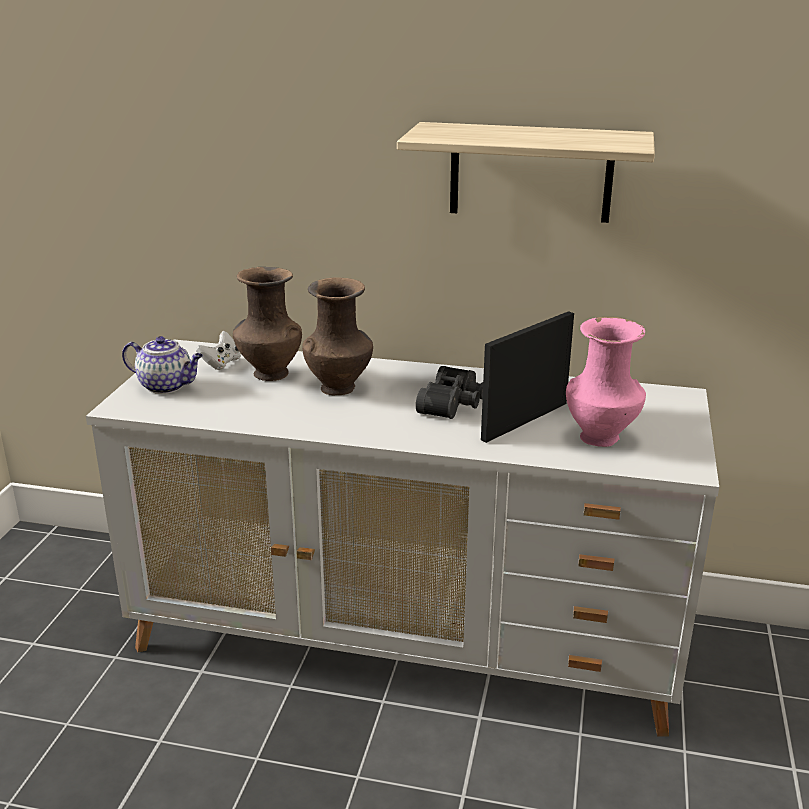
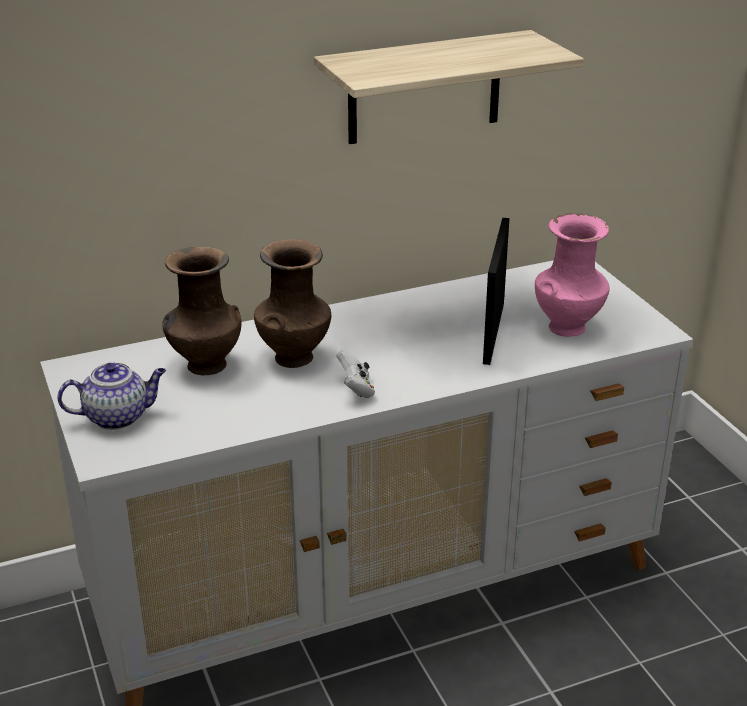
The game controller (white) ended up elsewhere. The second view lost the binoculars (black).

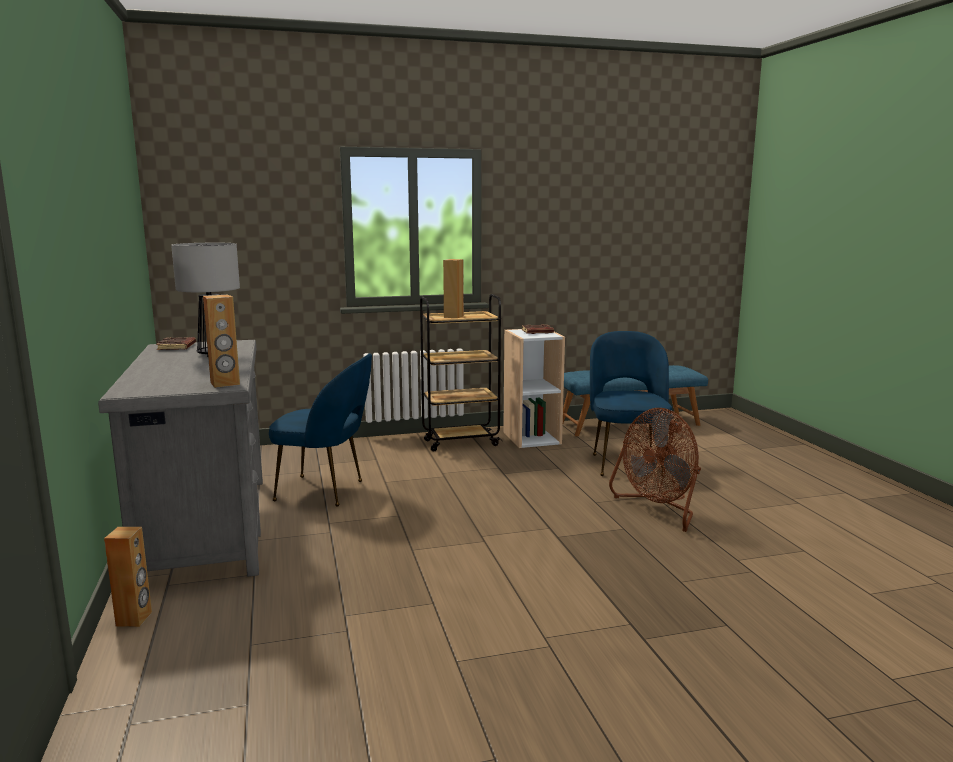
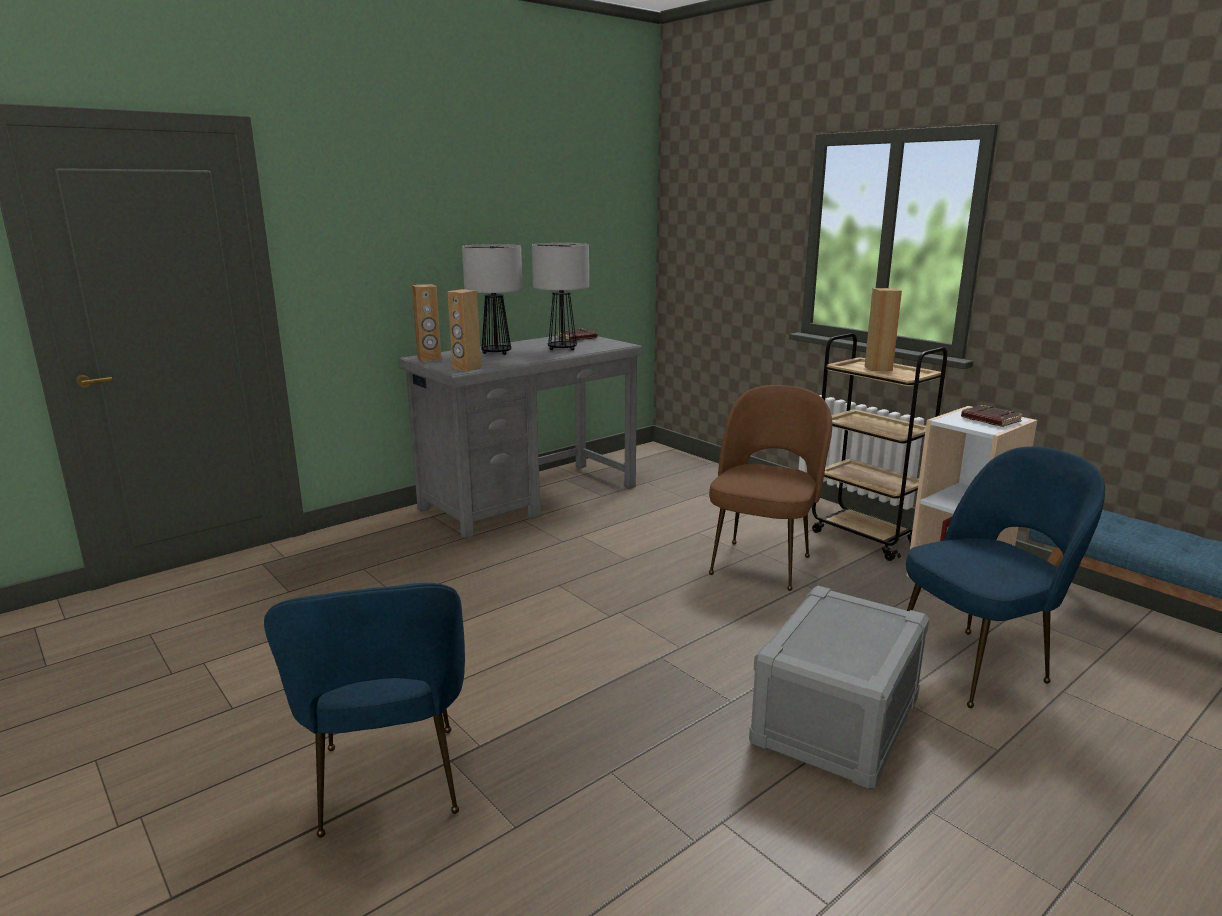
The chair (blue) (1st from left) ended up elsewhere. Where the fan (brown) stood, the storage box (grey) came to stand. The speaker (brown) (1st from left) ended up elsewhere. The second view gained the table lamp (1st from left). The second view gained the chair (brown).

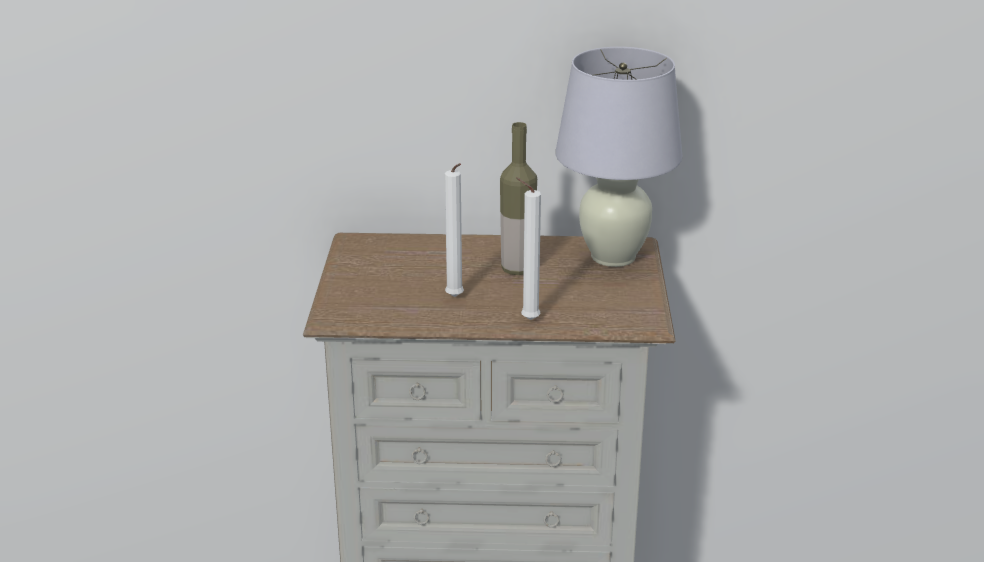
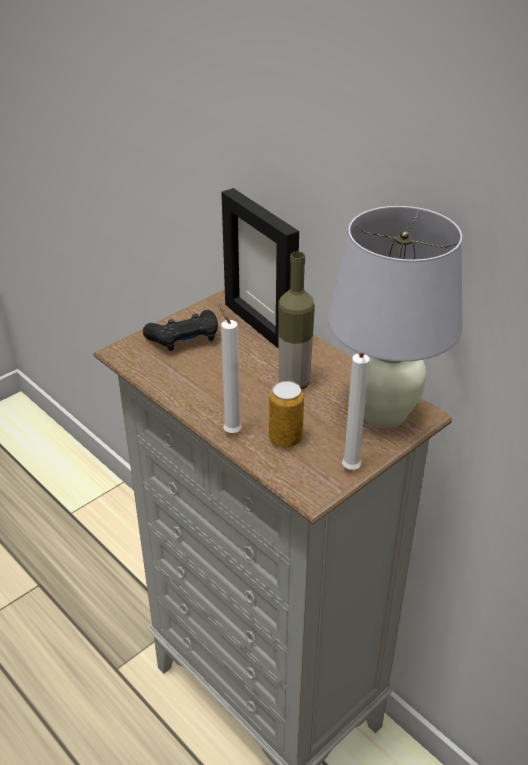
The candle (white) (1st from left in the first image) ended up elsewhere. The second view gained the picture frame. The second view gained the game controller (black). The second view gained the can.

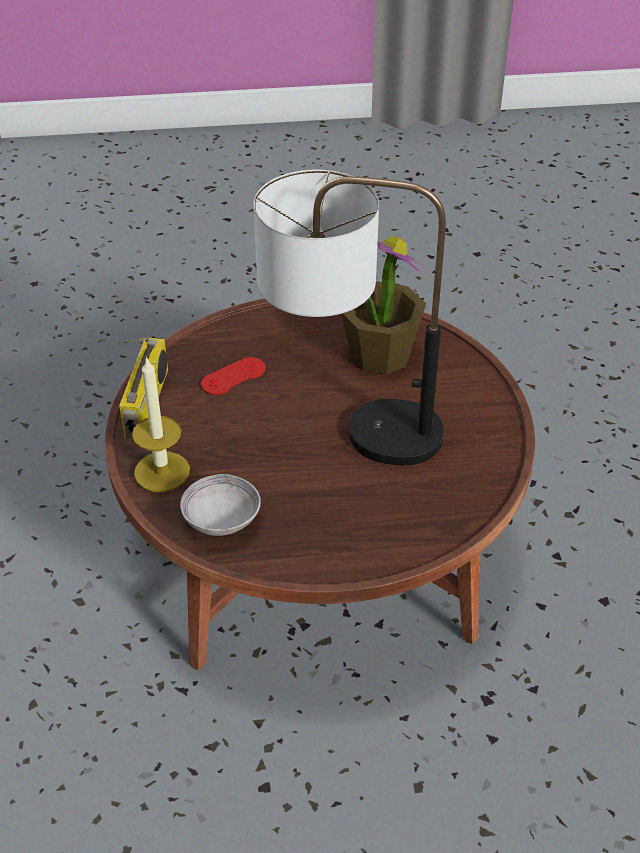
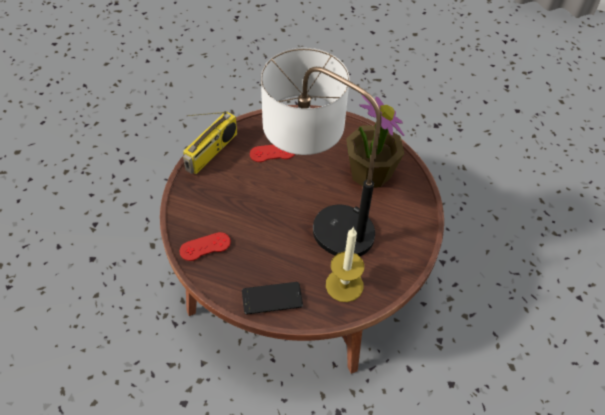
The candle ended up elsewhere. Where the bowl (grey) stood, the game controller (red) (1st from left) came to stand. The second view gained the phone.

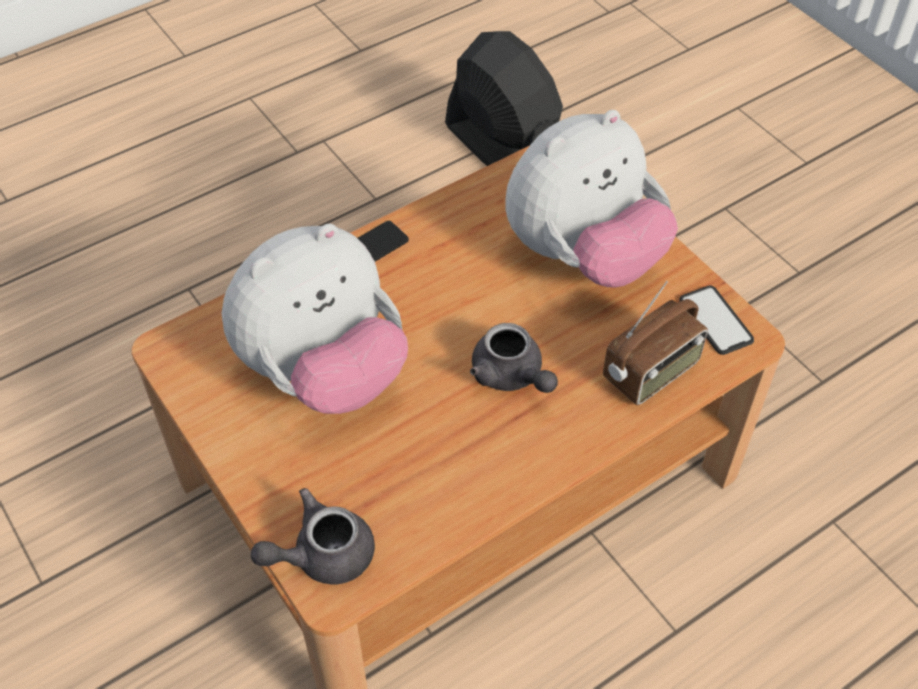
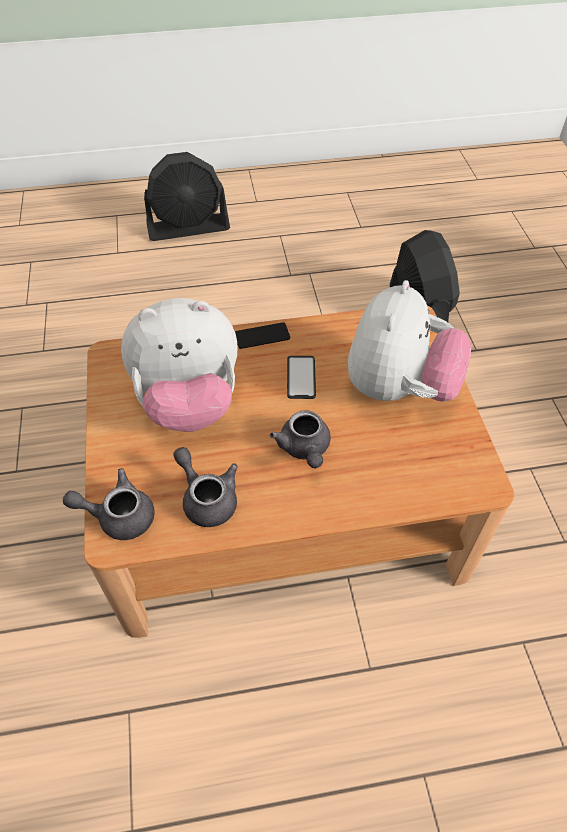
The plush toy (2nd from left) ended up facing another way, 60 degrees counterclockwise from before. The second view lost the radio. The phone (2nd from left) ended up elsewhere. The second view gained the fan (black) (1st from left). The second view gained the teapot (grey) (2nd from left).

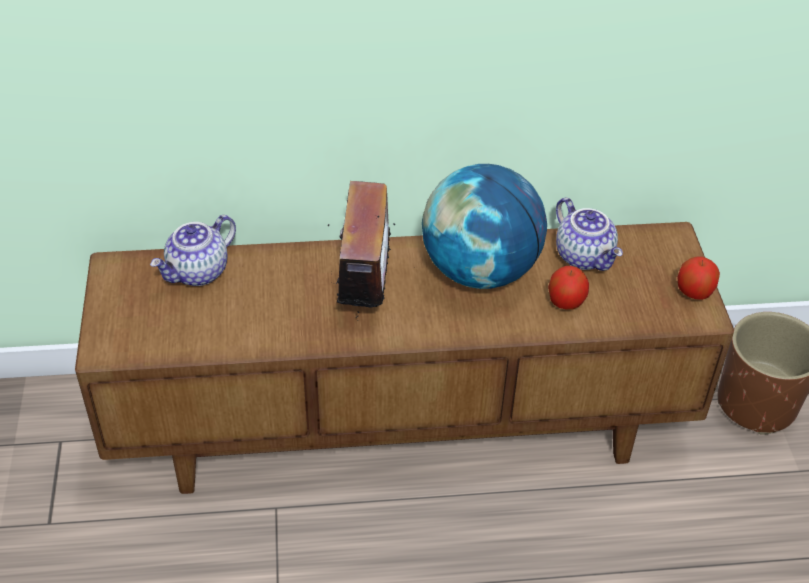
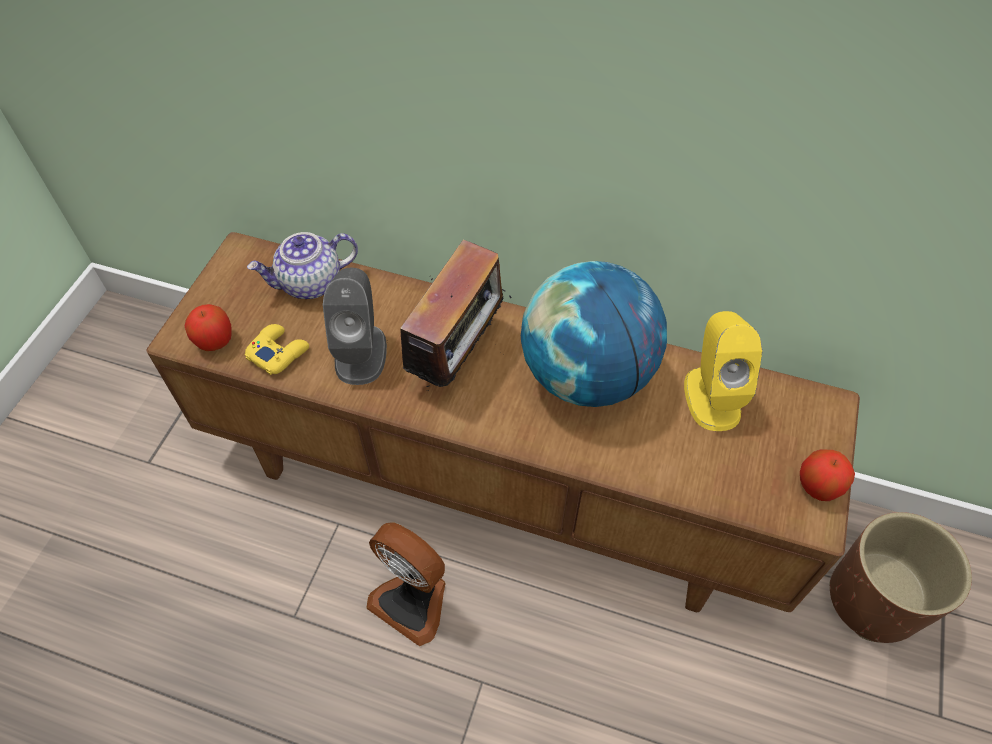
Where the teapot (2nd from left) stood, the speaker (yellow) came to stand. The apple (1st from left) ended up elsewhere. The second view gained the speaker (grey). The second view gained the game controller (yellow). The second view gained the fan.

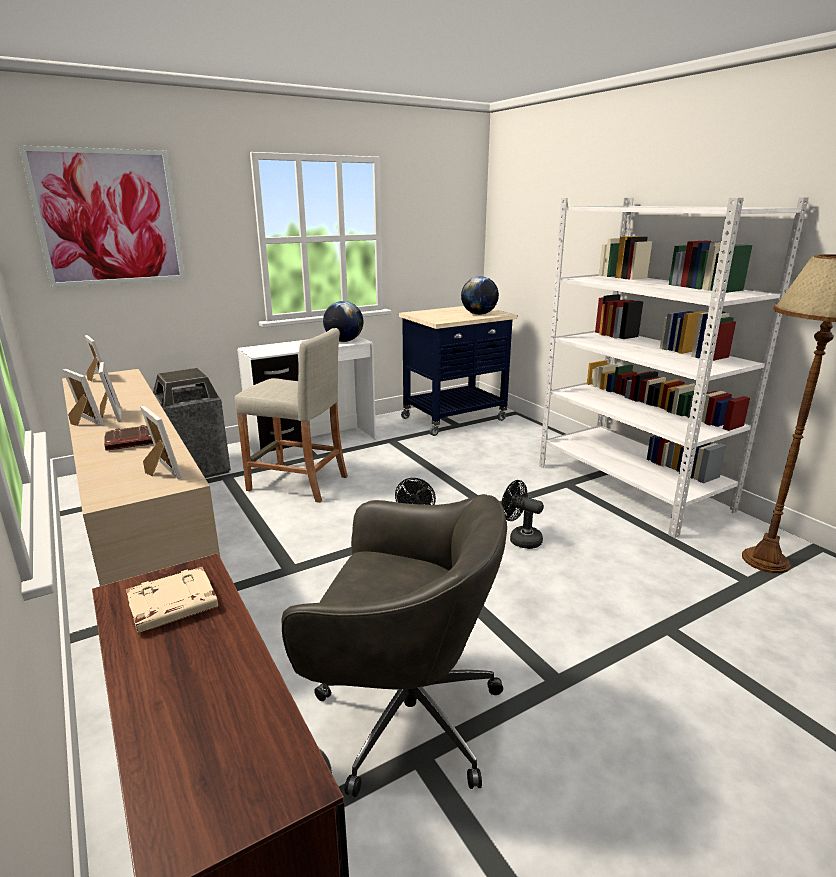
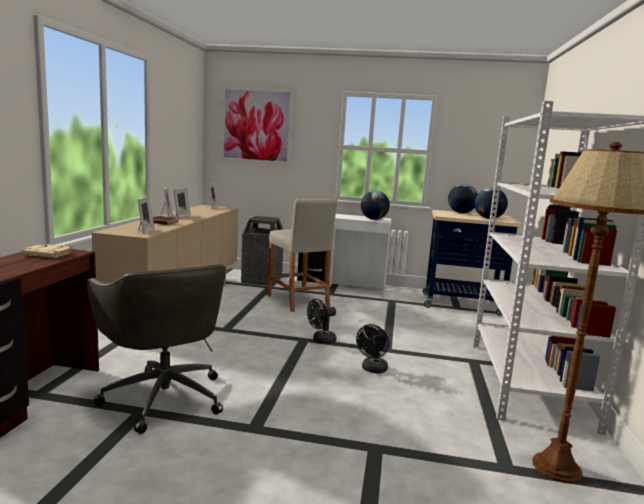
The fan (black) (2nd from left) ended up facing another way, 135 degrees counterclockwise from before. The second view gained the globe (2nd from left).

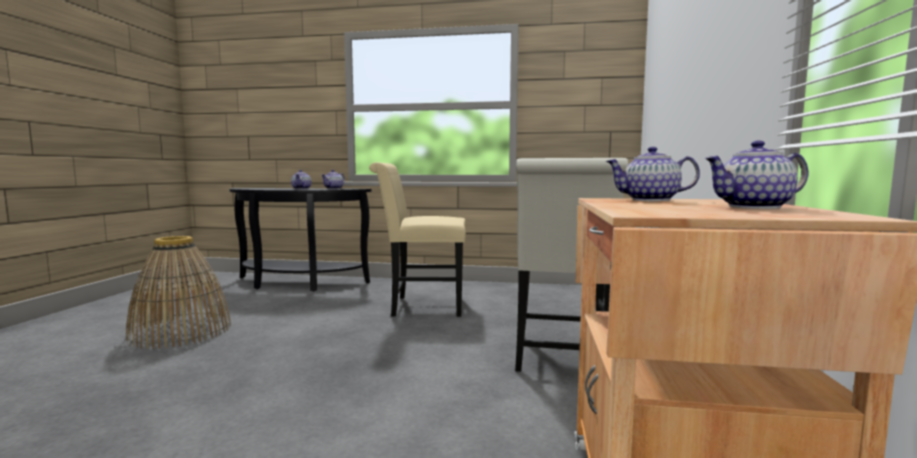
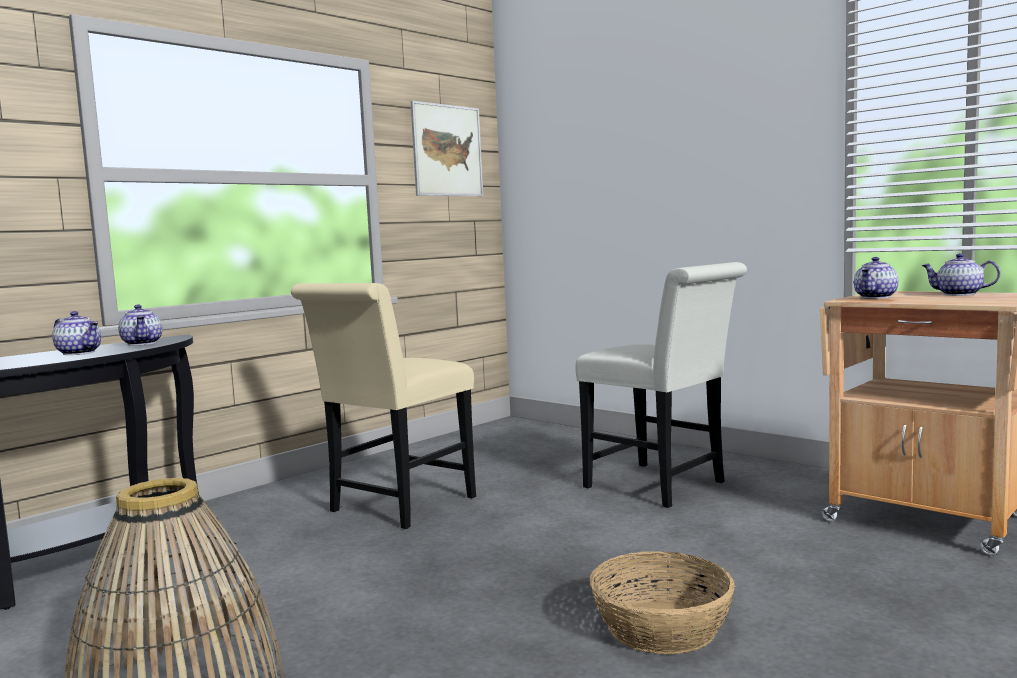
The teapot (4th from left) ended up facing another way, 90 degrees clockwise from before. The second view gained the picture. The second view gained the basket (2nd from left).

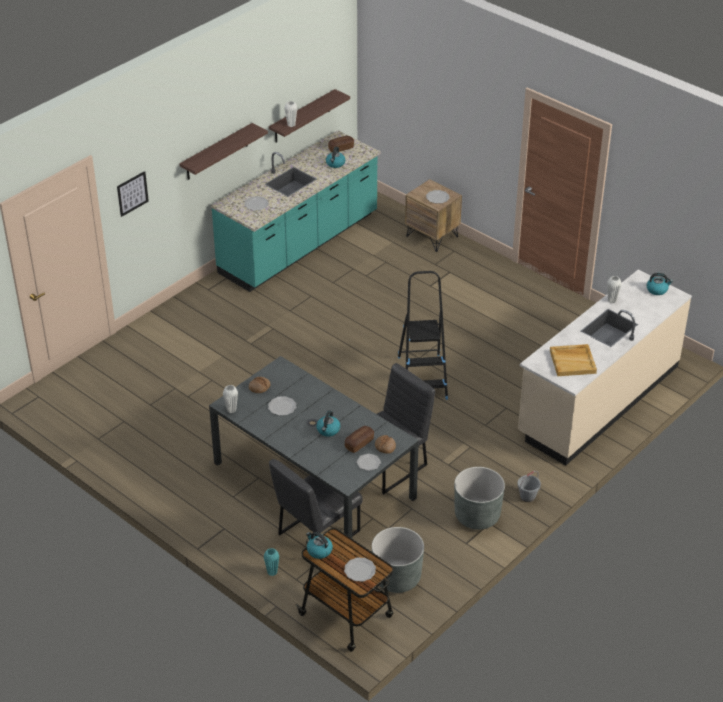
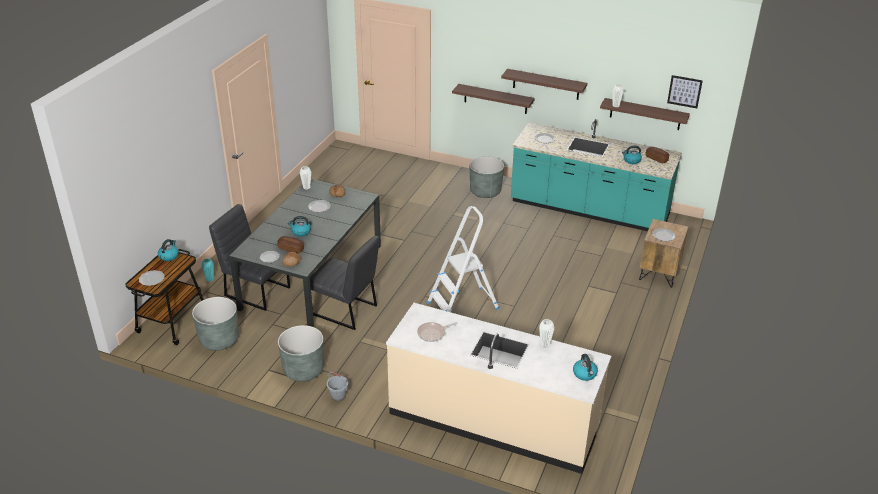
The picture ended up elsewhere. What was the step ladder (black) turned into the step ladder (white). Where the tray (beige) stood, the frying pan came to stand. The second view gained the shelf (1st from left). The second view gained the planter (grey) (3rd from left).

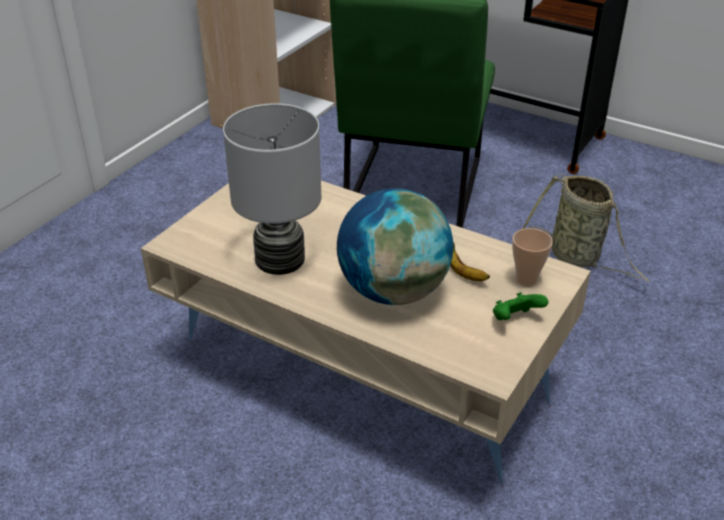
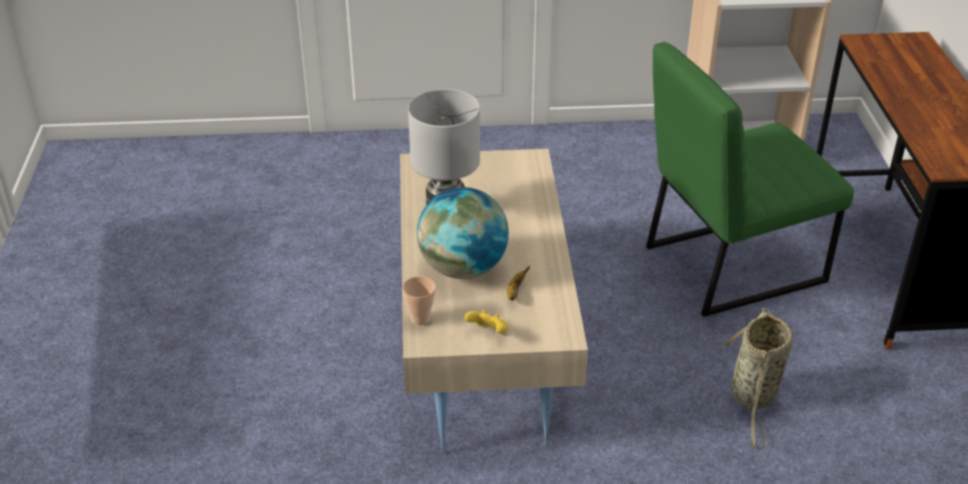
The cup ended up elsewhere. What was the game controller (green) turned into the game controller (yellow).

